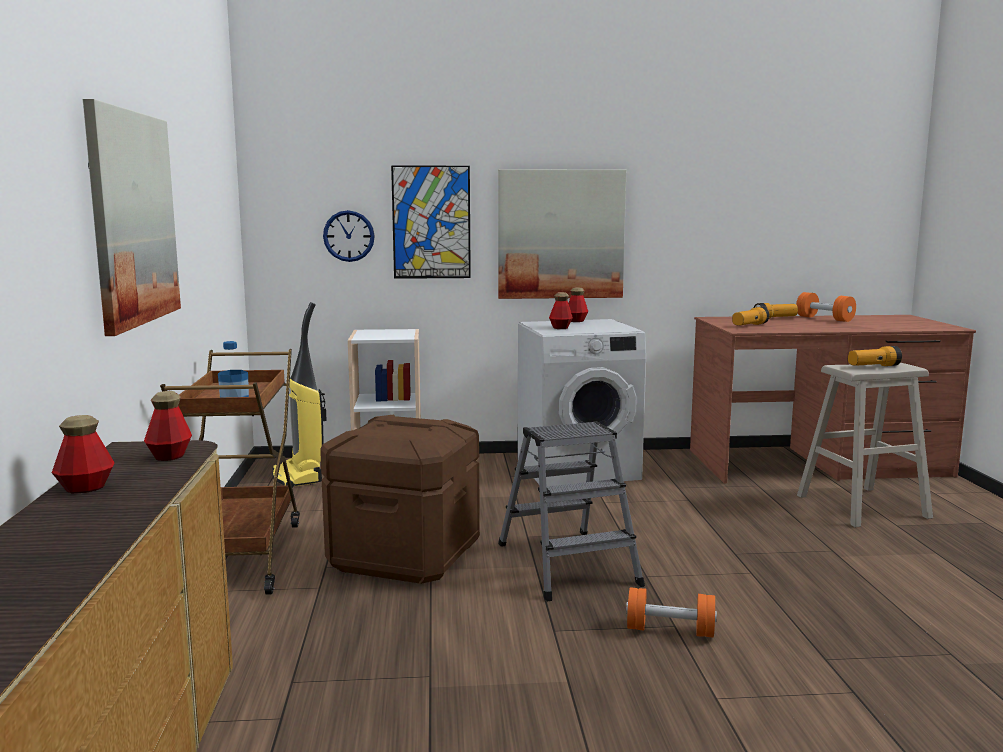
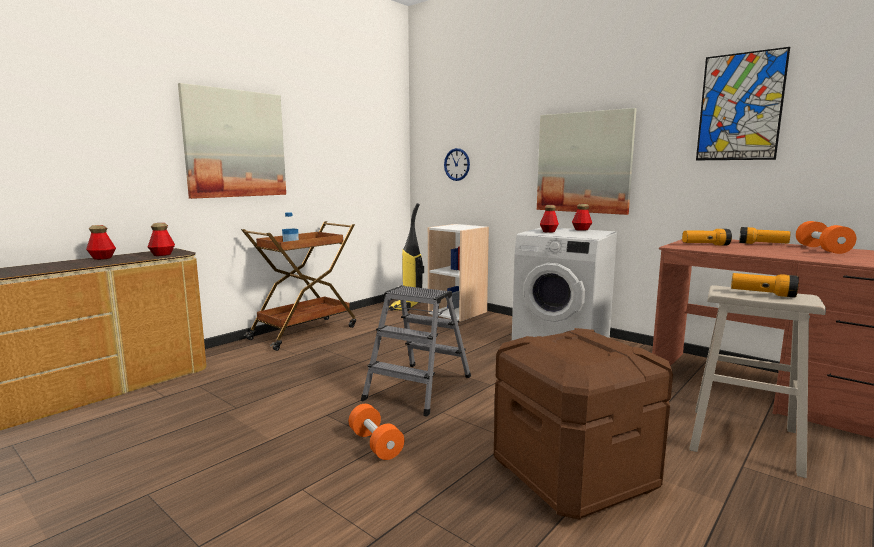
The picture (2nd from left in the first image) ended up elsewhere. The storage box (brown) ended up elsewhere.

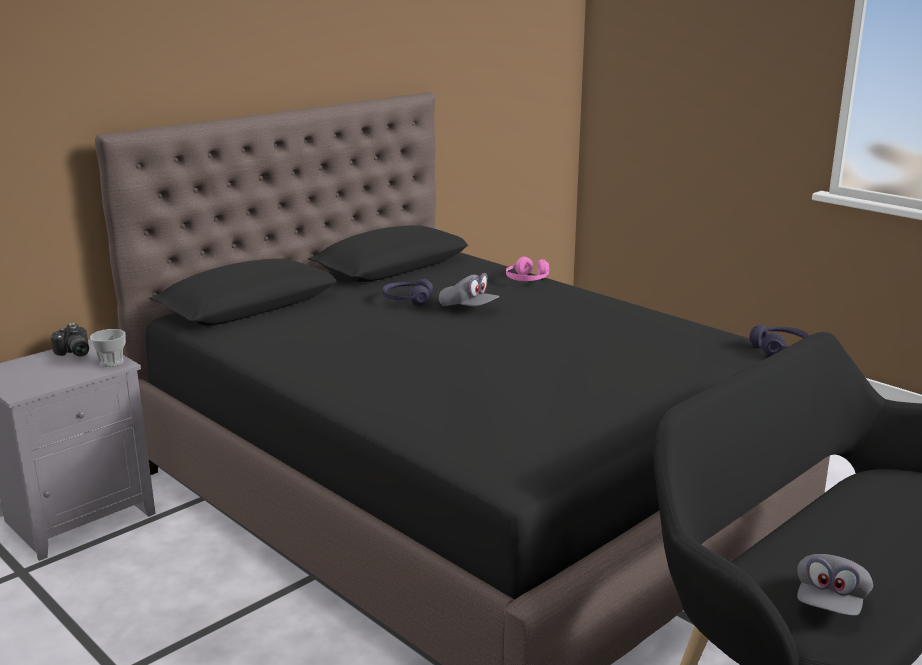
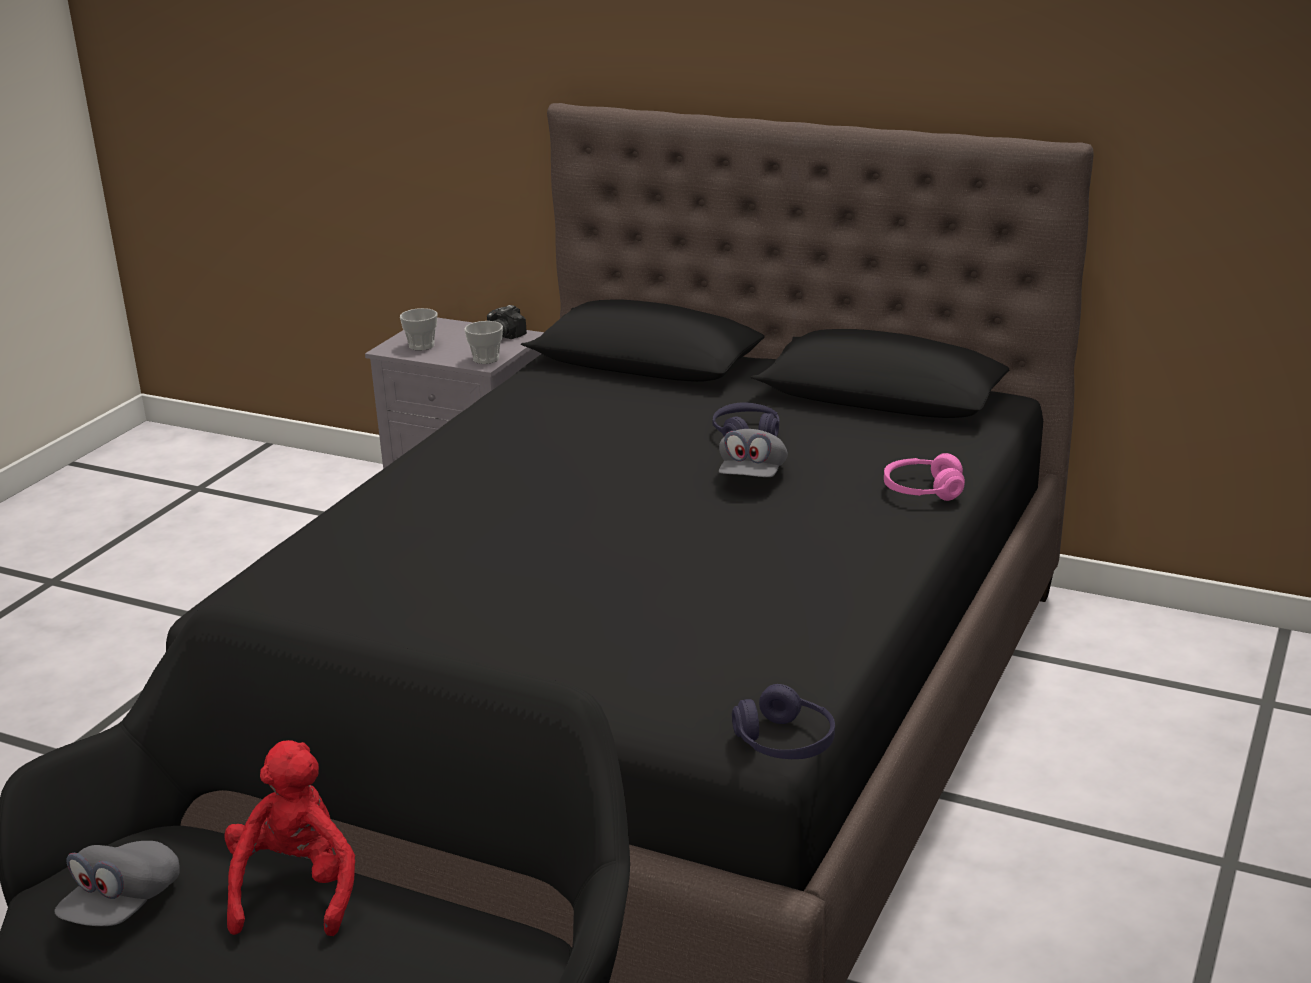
The cap (grey) (2nd from left in the first image) ended up facing another way, 75 degrees counterclockwise from before. The second view gained the cup (1st from left). The second view gained the plush toy (red).

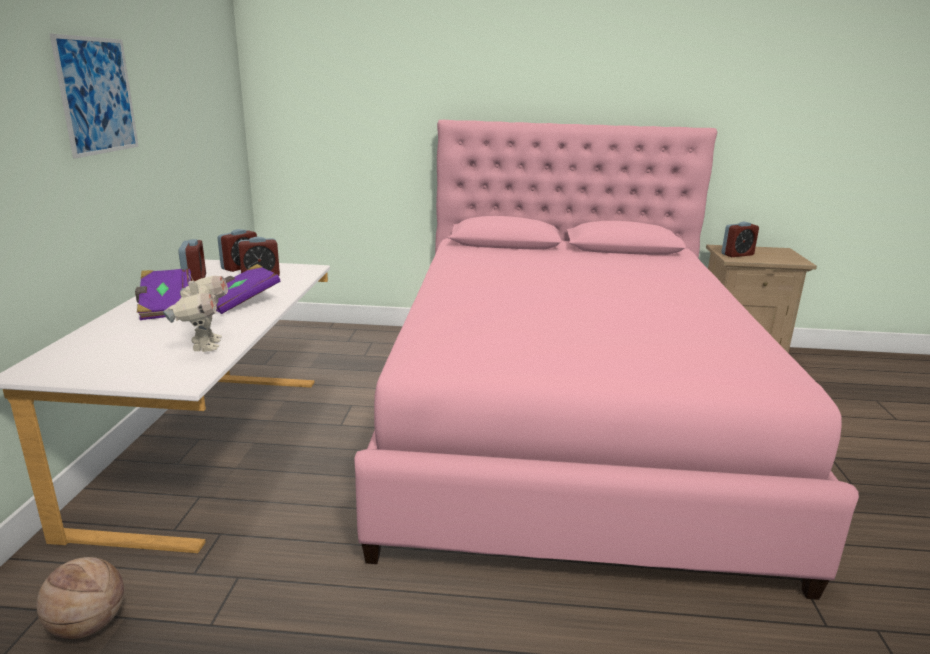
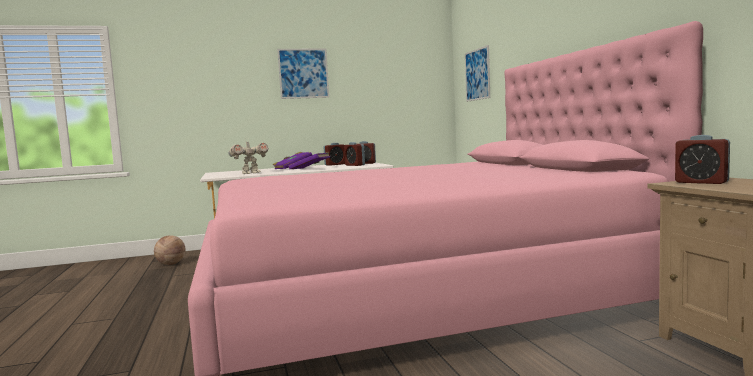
The second view gained the picture (2nd from left).

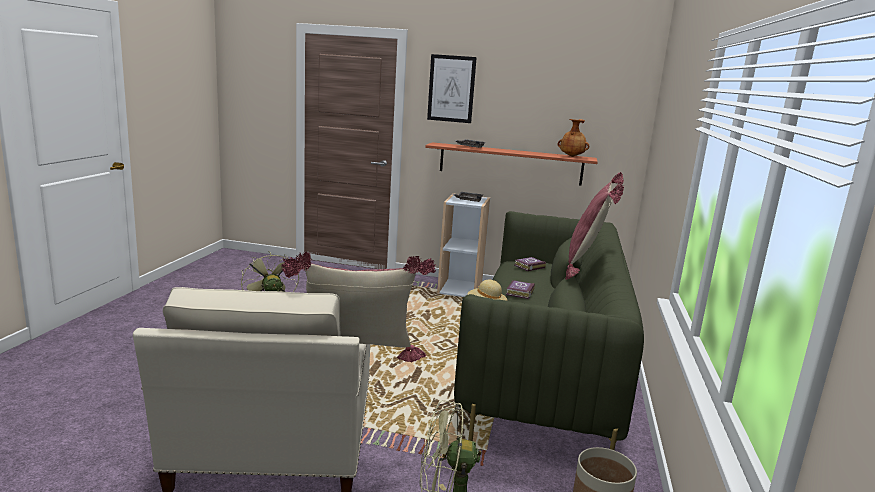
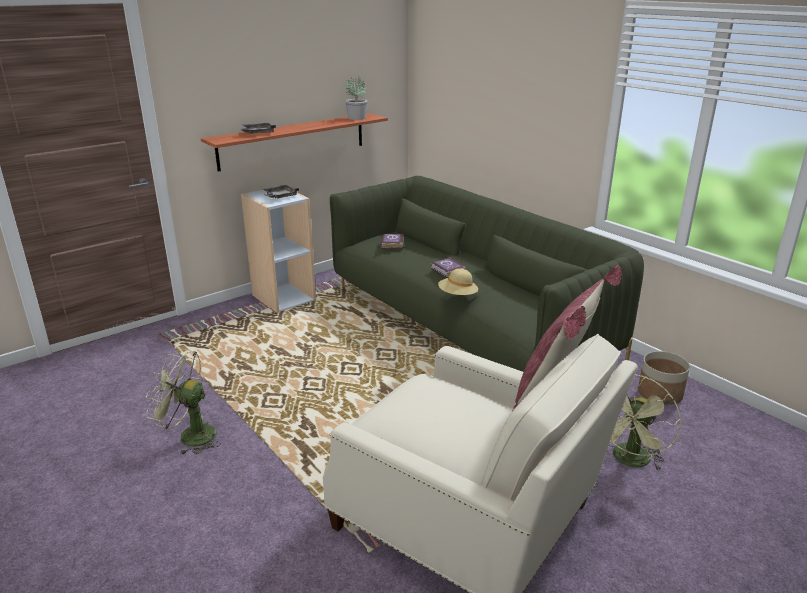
The second view lost the picture. Where the vase (brown) stood, the potted plant came to stand. The second view lost the pillow (red) (2nd from left).

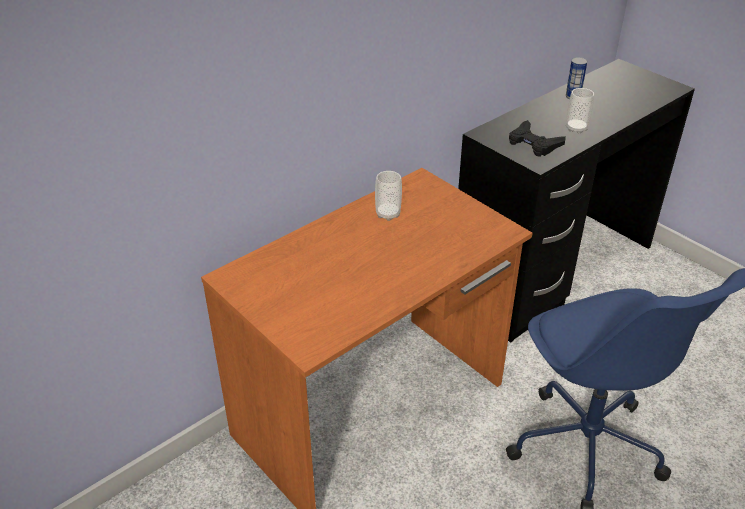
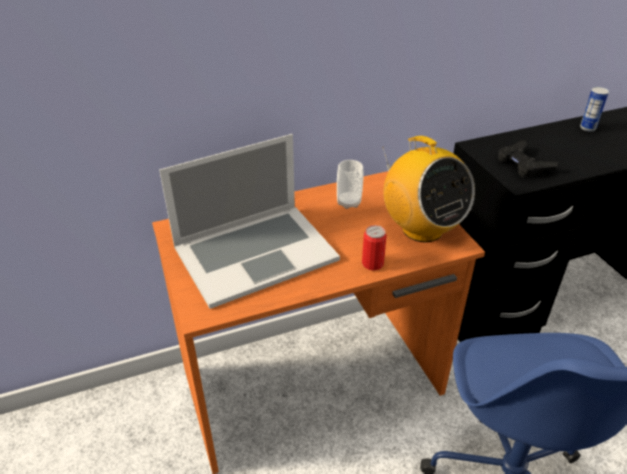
The second view lost the cup (2nd from left). The second view gained the laptop. The second view gained the radio. The second view gained the can (1st from left).

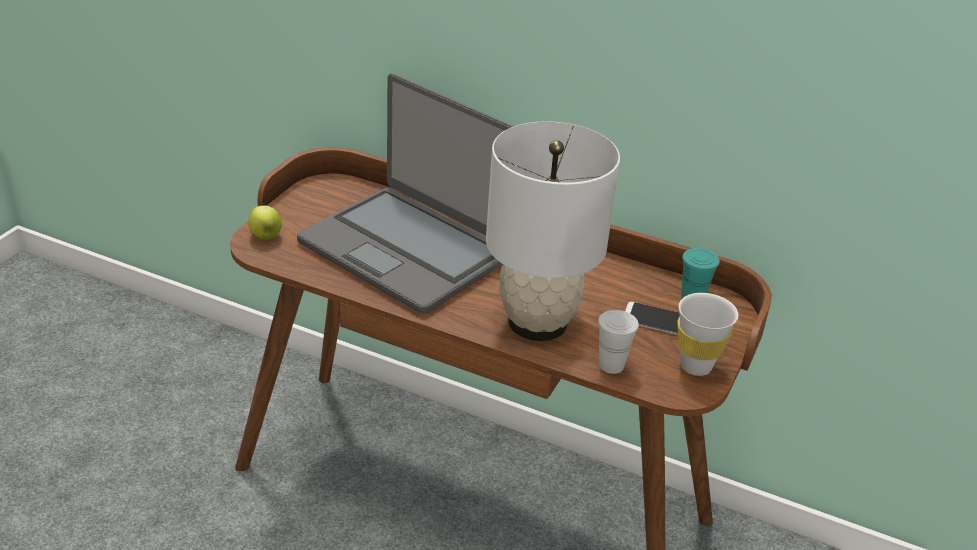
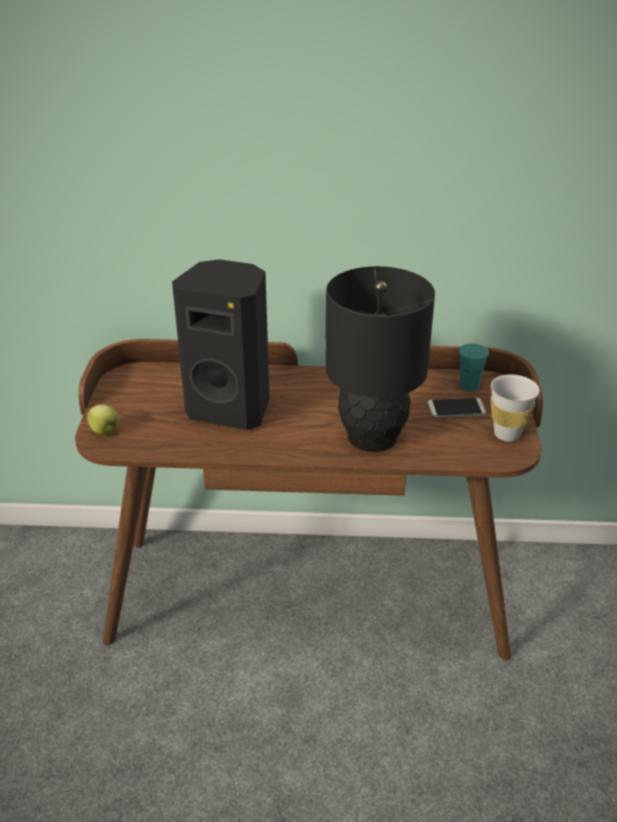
Where the laptop stood, the speaker (black) came to stand. What was the table lamp (white) turned into the table lamp (black). The second view lost the cup (white) (1st from left).

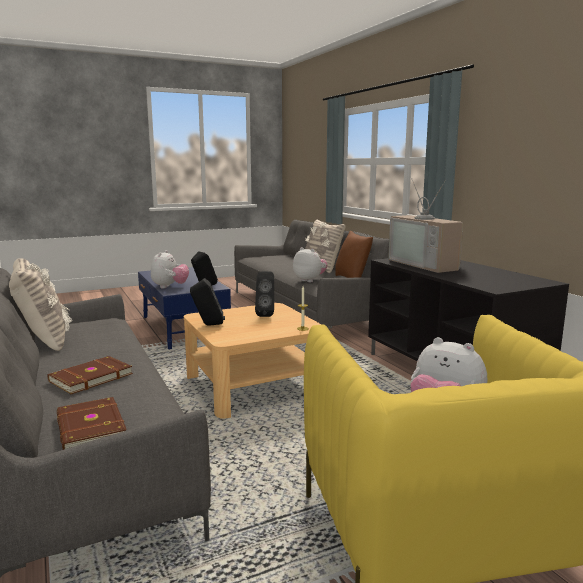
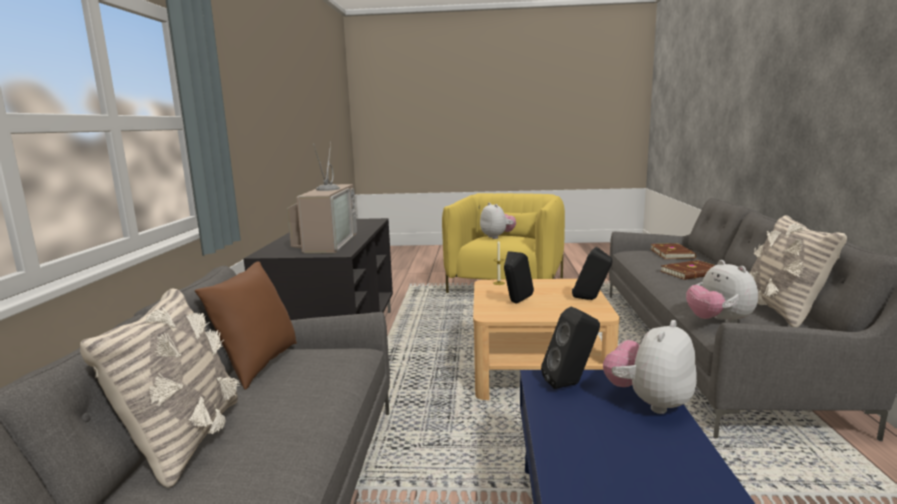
The plush toy (2nd from left in the first image) ended up elsewhere.

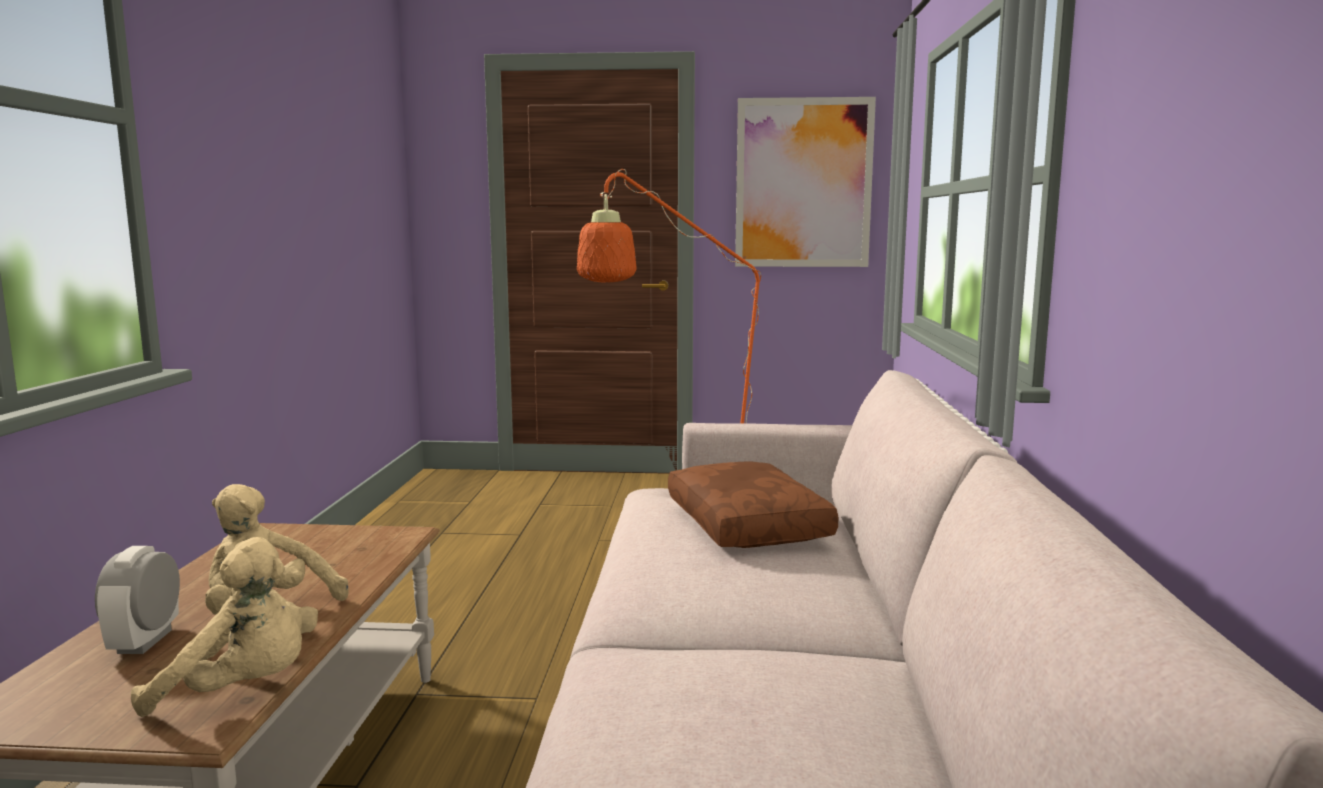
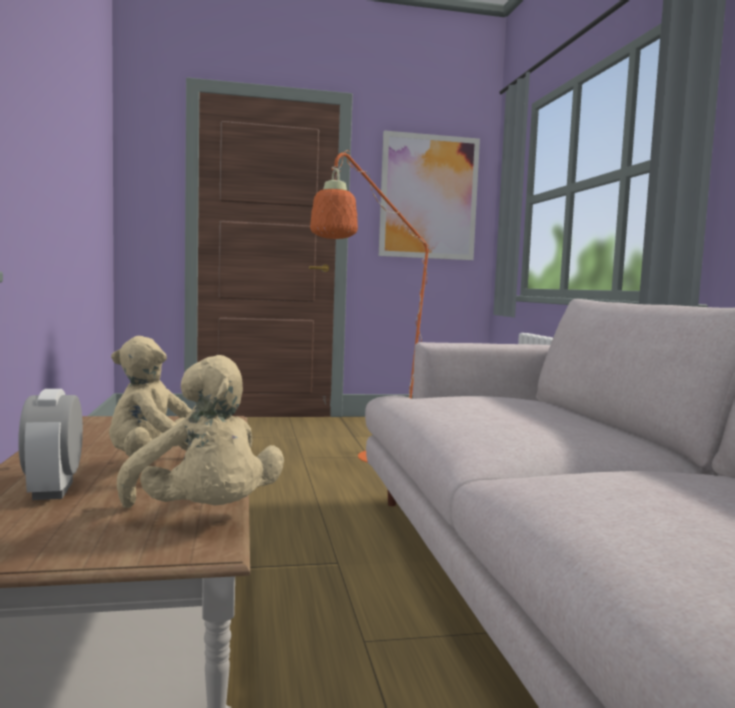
The second view lost the pillow (brown). The plush toy (beige) (1st from left in the first image) ended up facing another way, 60 degrees clockwise from before.

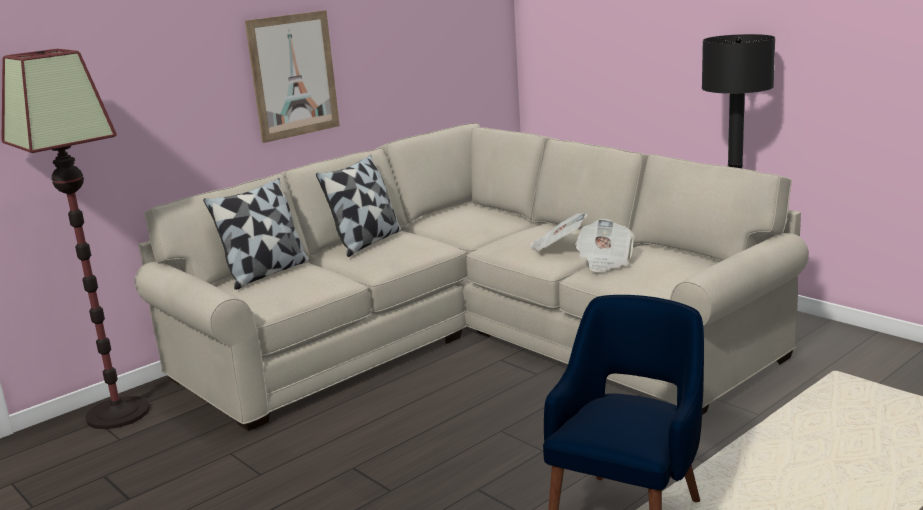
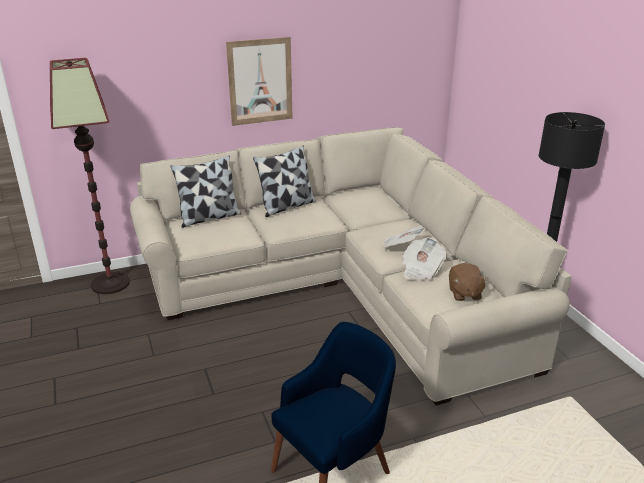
The second view gained the plush toy (brown).

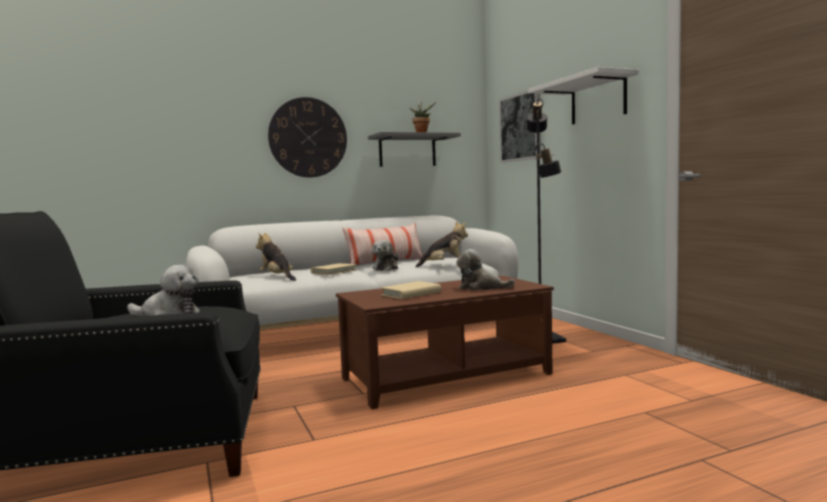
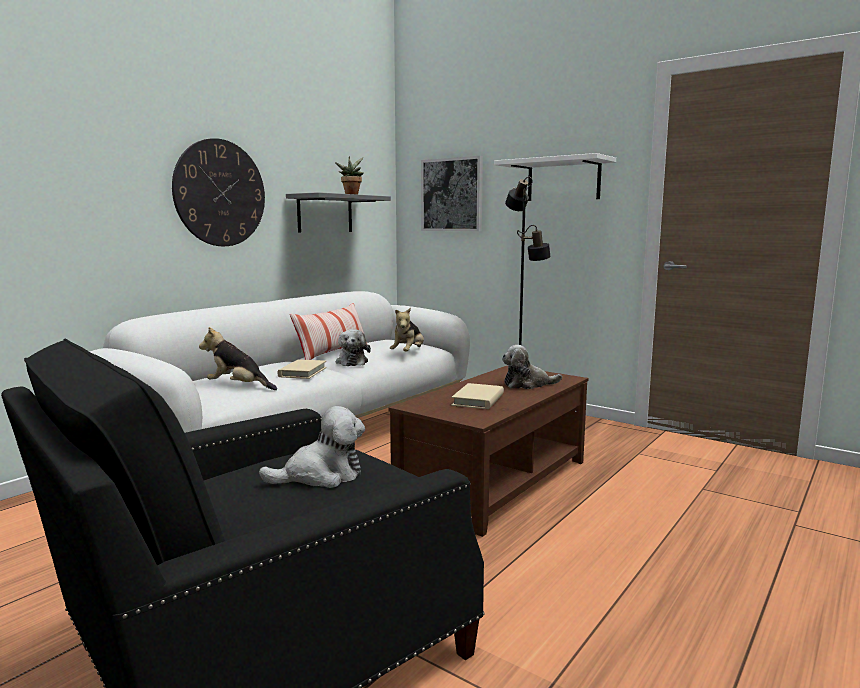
The plush toy (4th from left) ended up facing another way, 150 degrees clockwise from before.

